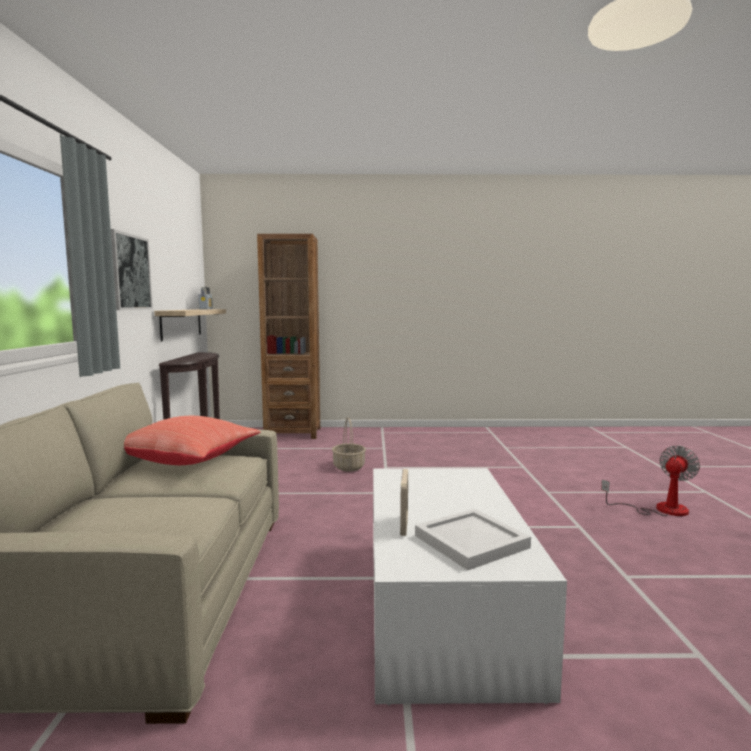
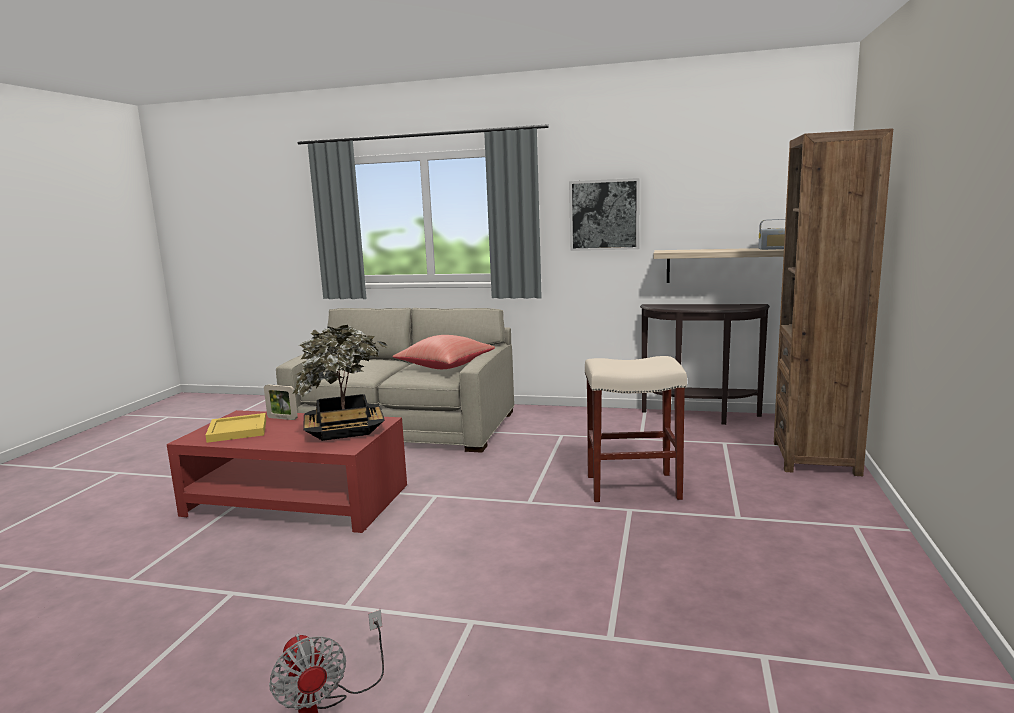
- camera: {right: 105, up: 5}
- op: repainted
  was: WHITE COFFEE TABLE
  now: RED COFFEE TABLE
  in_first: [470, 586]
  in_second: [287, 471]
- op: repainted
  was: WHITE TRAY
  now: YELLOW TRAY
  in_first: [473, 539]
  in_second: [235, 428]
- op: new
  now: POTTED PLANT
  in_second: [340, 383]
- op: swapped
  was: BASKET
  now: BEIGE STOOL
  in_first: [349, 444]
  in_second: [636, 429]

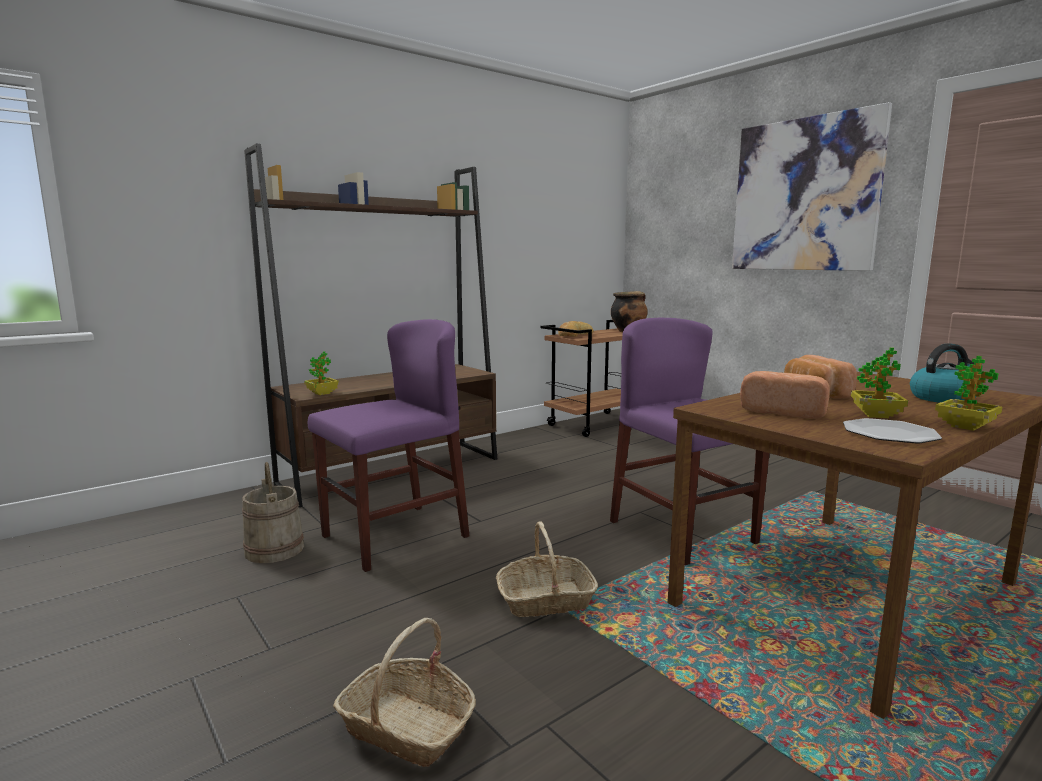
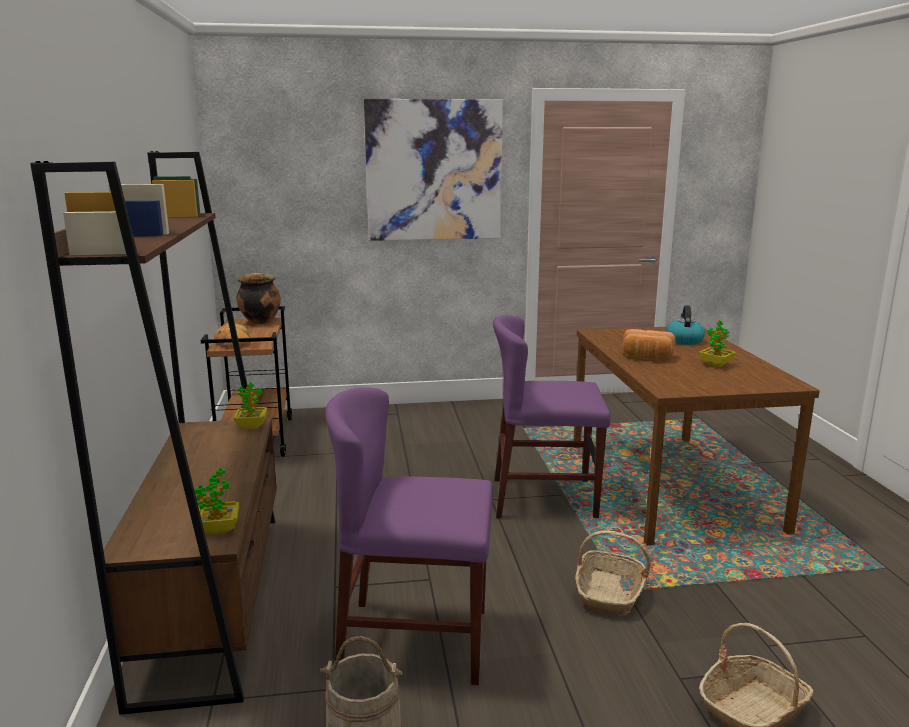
- camera: {right: -60, up: 5}
- op: shifted
  was: POTTED PLANT
  in_first: [968, 393]
  in_second: [250, 405]
- op: rotated
  was: PURPLE CHAIR
  in_first: [389, 445]
  in_second: [409, 536]
  clockwise: -75
- op: gone
  was: BREAD
  in_first: [785, 395]
- op: gone
  was: PLATE
  in_first: [892, 430]

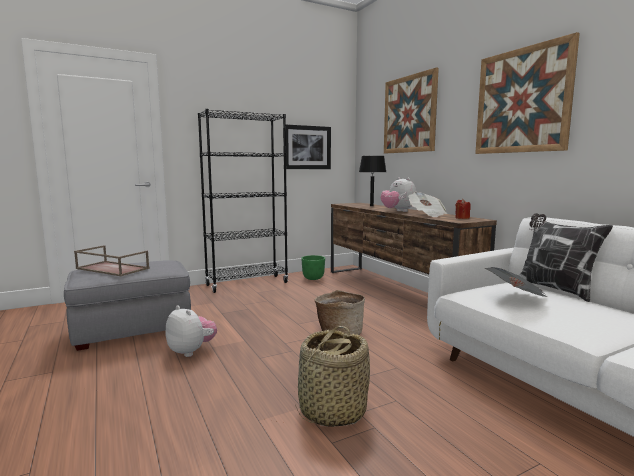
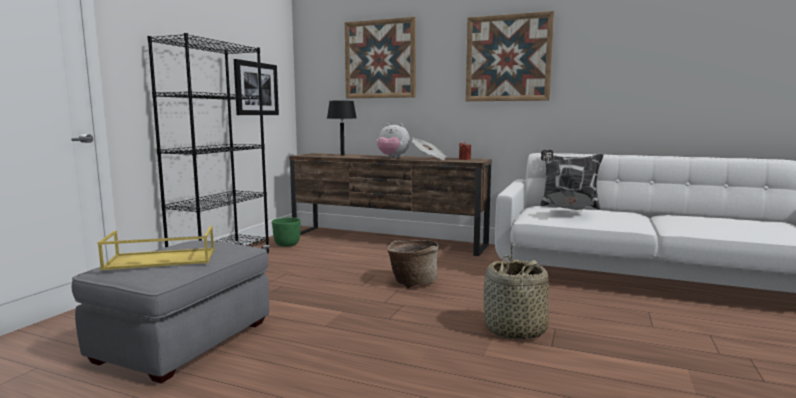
- camera: {right: -40, up: 0}
- op: repainted
  was: BROWN TRAY
  now: YELLOW TRAY
  in_first: [112, 260]
  in_second: [155, 248]
- op: gone
  was: PLUSH TOY
  in_first: [191, 331]

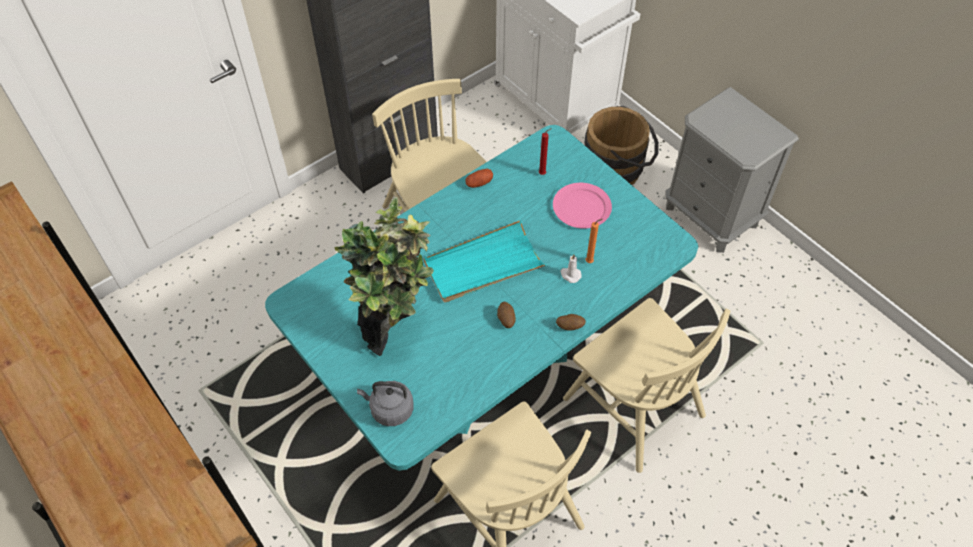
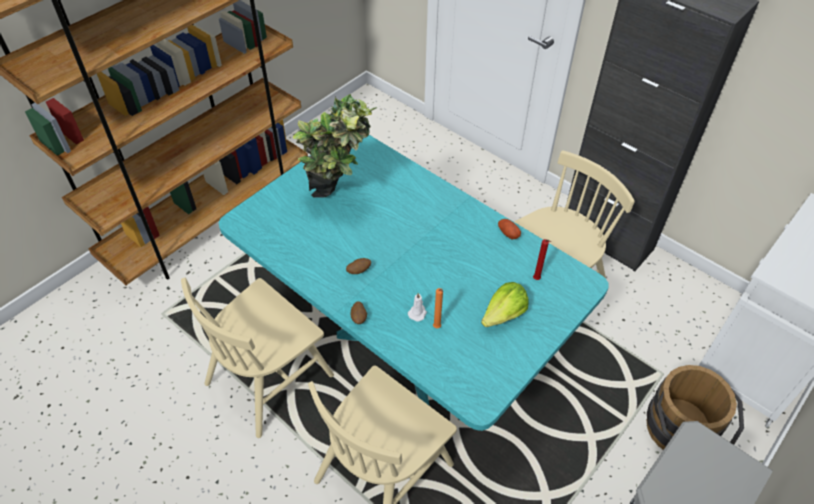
- camera: {right: 80, up: -5}
- op: swapped
  was: PINK PLATE
  now: LETTUCE
  in_first: [582, 206]
  in_second: [505, 304]
- op: gone
  was: GREY KETTLE
  in_first: [385, 403]
- op: gone
  was: TURQUOISE TRAY
  in_first: [485, 261]

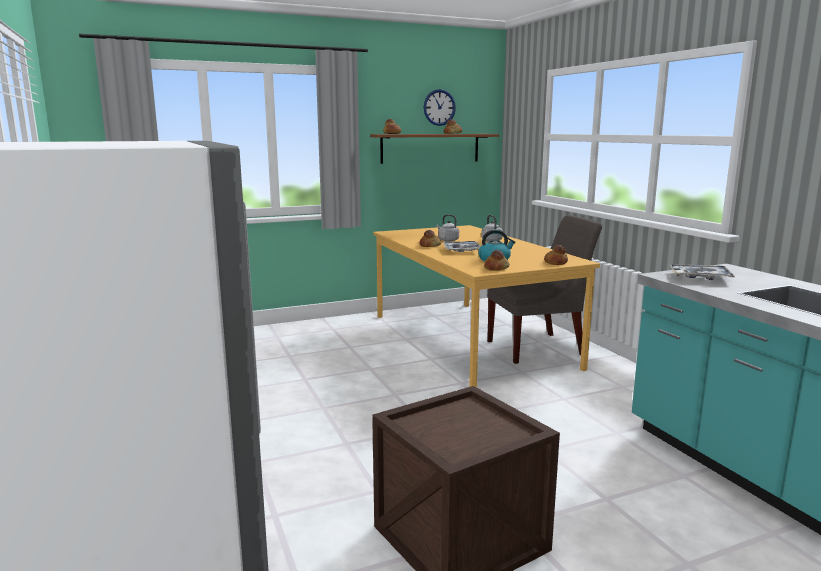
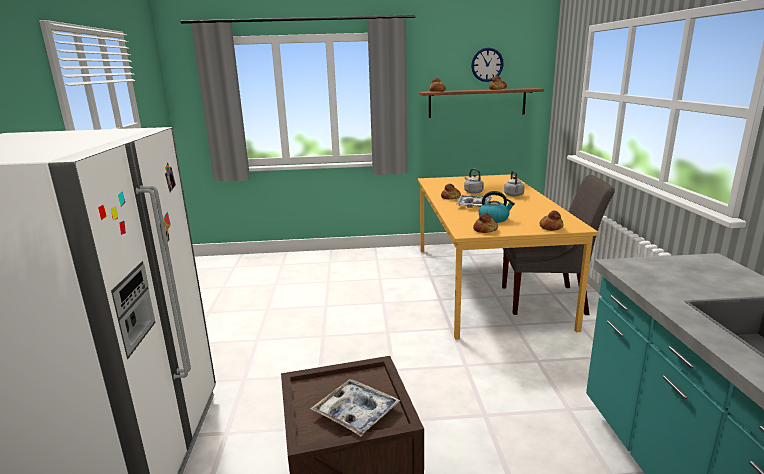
- camera: {right: 20, up: 5}
- op: shifted
  was: TRAY
  in_first: [702, 272]
  in_second: [355, 408]

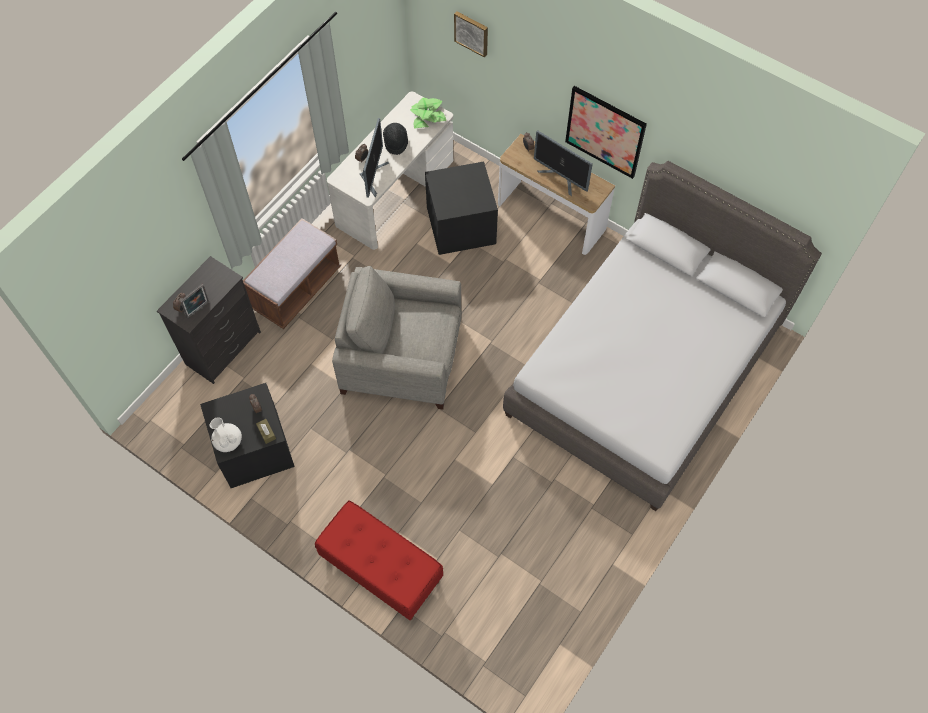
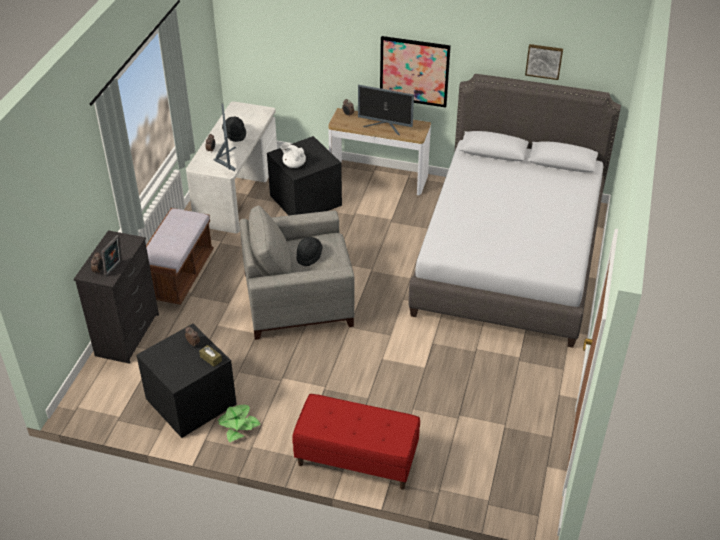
- camera: {right: -20, up: -20}
- op: shifted
  was: POTTED PLANT
  in_first: [428, 113]
  in_second: [239, 424]
- op: shifted
  was: WHITE TEAPOT
  in_first: [226, 434]
  in_second: [293, 155]
- op: new
  now: BLACK HAT
  in_second: [309, 251]
- op: shifted
  was: PICTURE
  in_first: [471, 34]
  in_second: [544, 62]

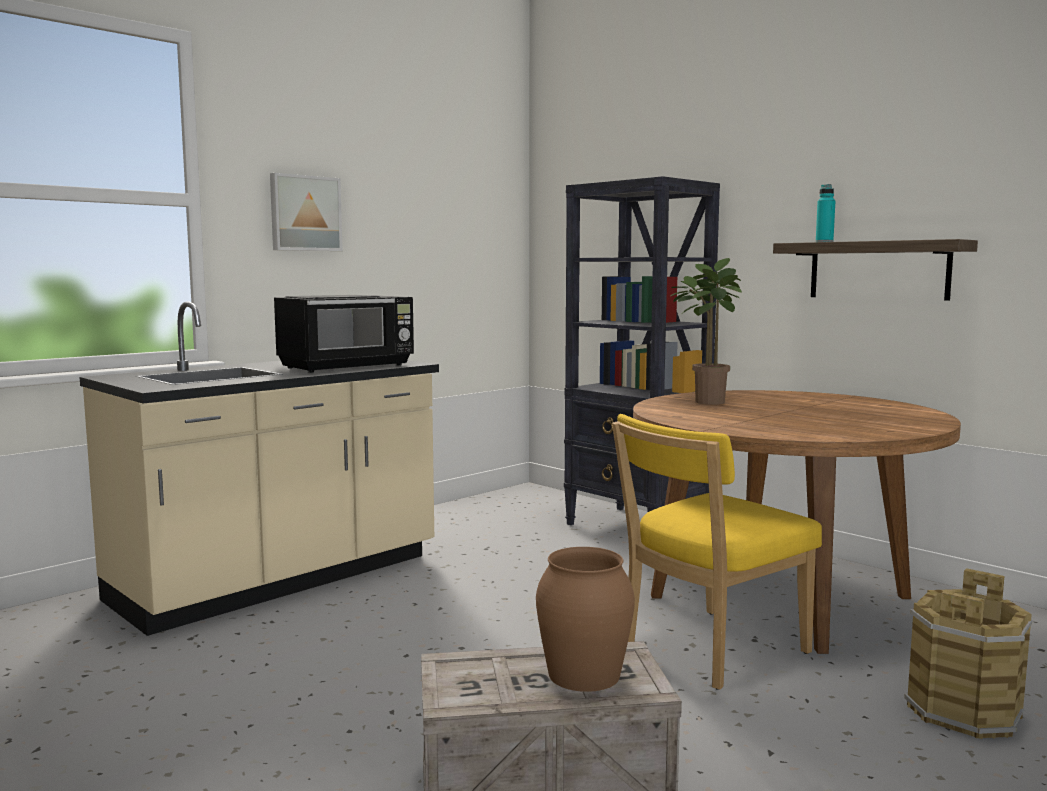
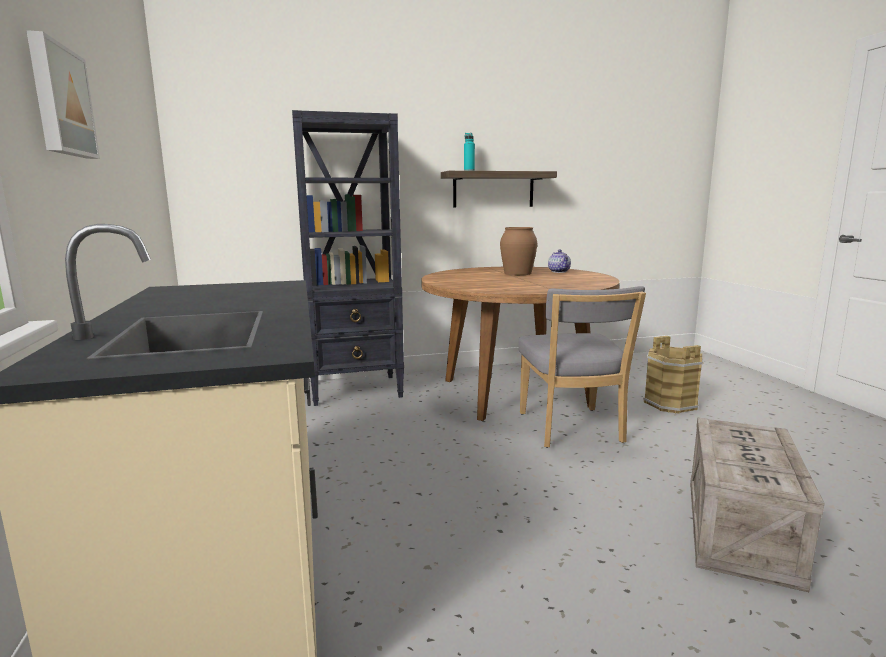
- camera: {right: -60, up: 5}
- op: shifted
  was: BROWN VASE
  in_first: [585, 619]
  in_second: [518, 251]
- op: repainted
  was: YELLOW CHAIR
  now: GREY CHAIR
  in_first: [717, 552]
  in_second: [582, 367]
- op: new
  now: TEAPOT
  in_second: [559, 261]
- op: gone
  was: BLACK MICROWAVE
  in_first: [344, 334]
- op: gone
  was: POTTED PLANT
  in_first: [706, 331]

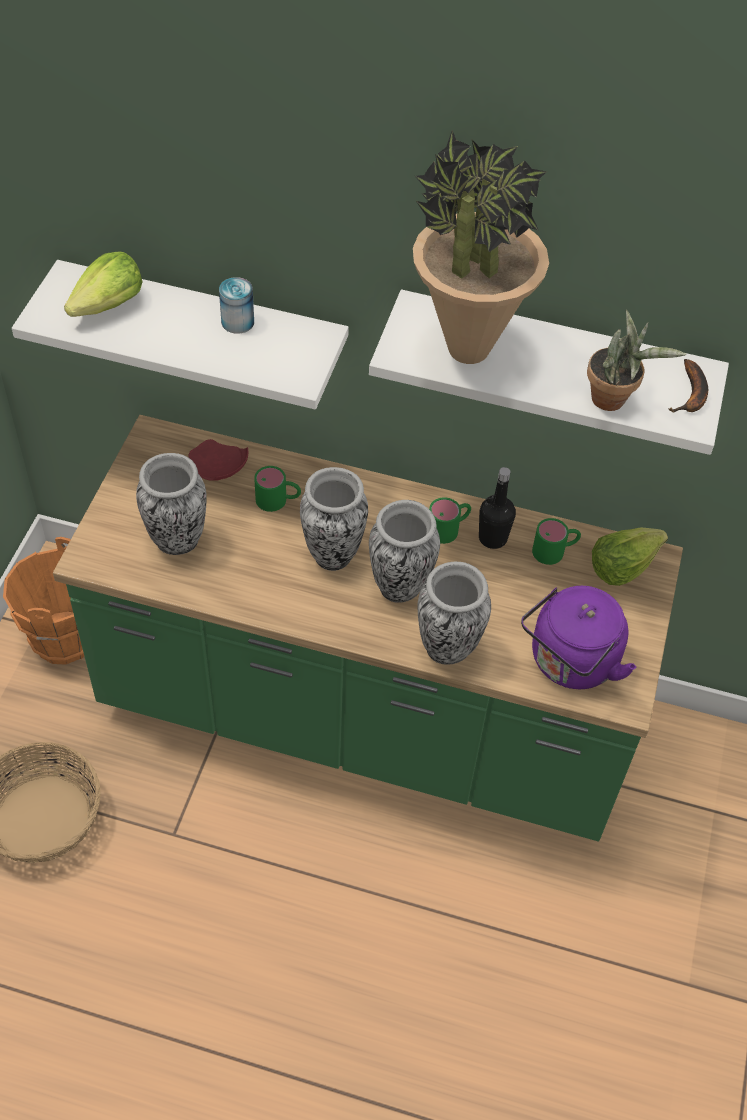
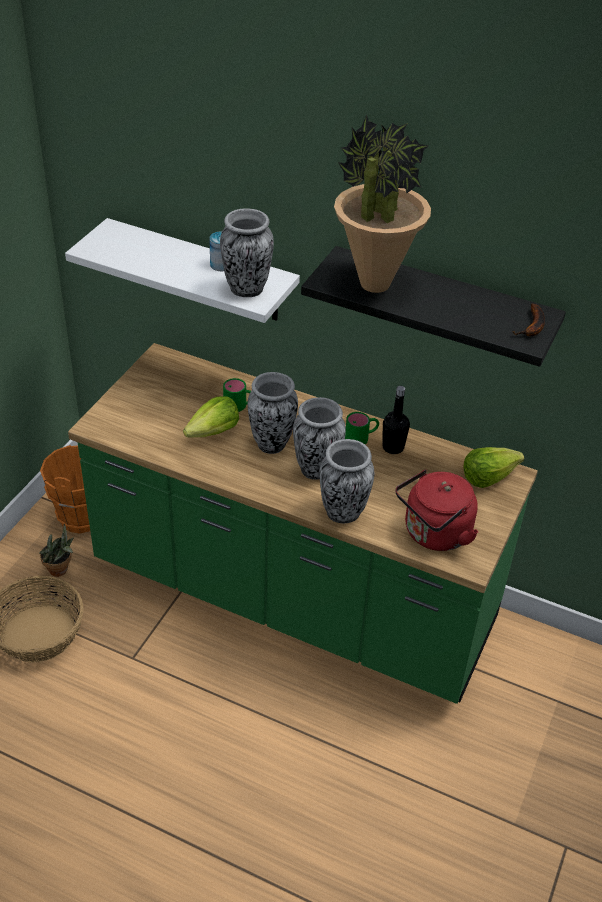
- camera: {right: 10, up: -10}
- op: shifted
  was: POTTED PLANT
  in_first: [636, 360]
  in_second: [57, 550]
- op: shifted
  was: LETTUCE
  in_first: [103, 284]
  in_second: [211, 416]
- op: shifted
  was: VASE
  in_first: [171, 504]
  in_second: [247, 253]
- op: repainted
  was: WHITE SHELF
  now: BLACK SHELF
  in_first: [549, 372]
  in_second: [433, 306]
- op: repainted
  was: PURPLE KETTLE
  now: RED KETTLE
  in_first: [578, 637]
  in_second: [436, 510]
- op: gone
  was: RED PLATE
  in_first: [218, 460]
- op: gone
  was: GREEN MUG
  in_first: [556, 541]

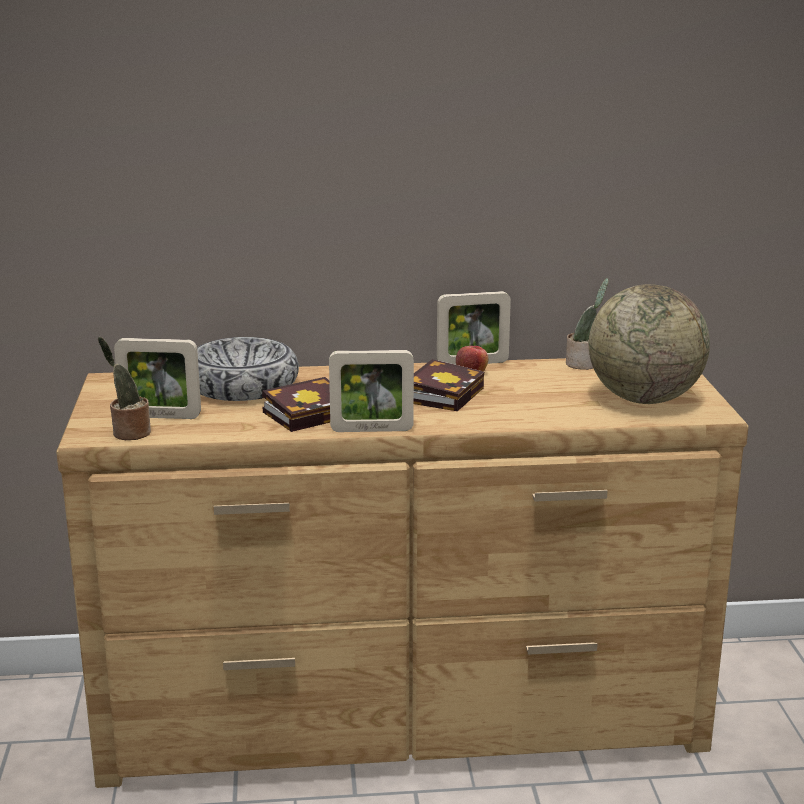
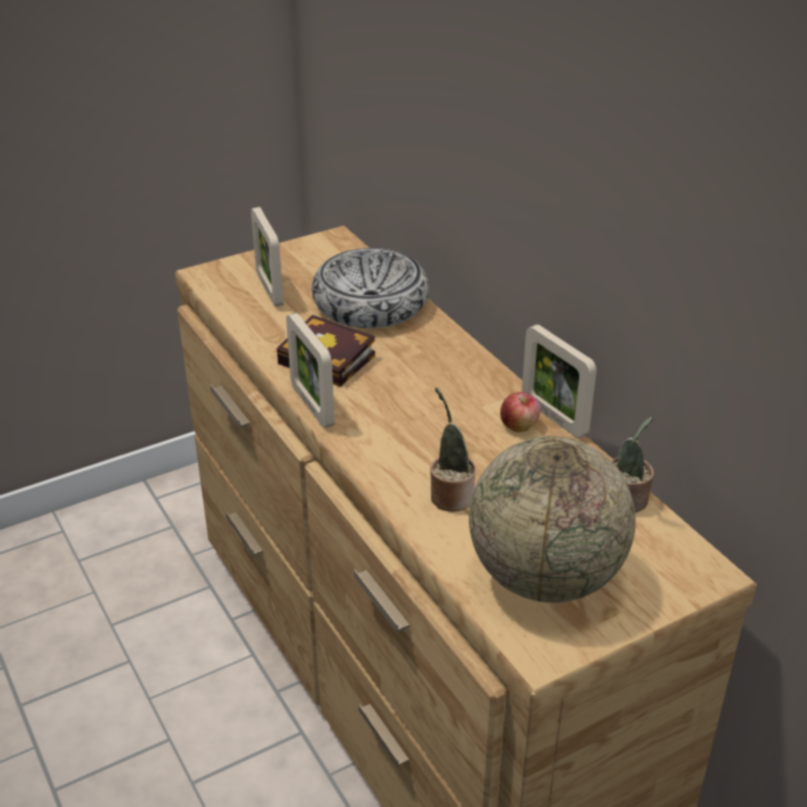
- camera: {right: 65, up: 15}
- op: shifted
  was: POTTED PLANT
  in_first: [124, 388]
  in_second: [452, 449]
- op: gone
  was: BOOK
  in_first: [449, 385]

